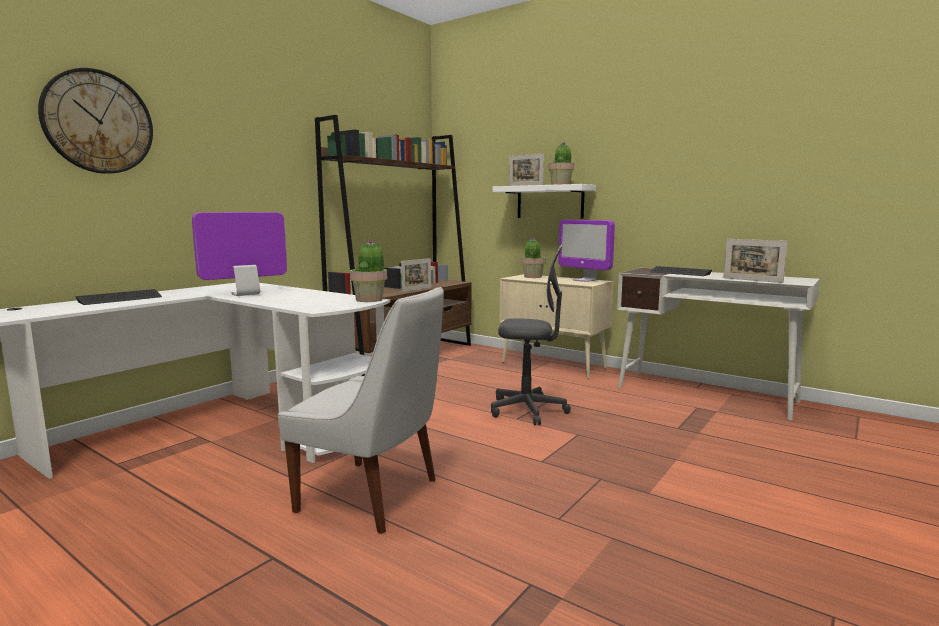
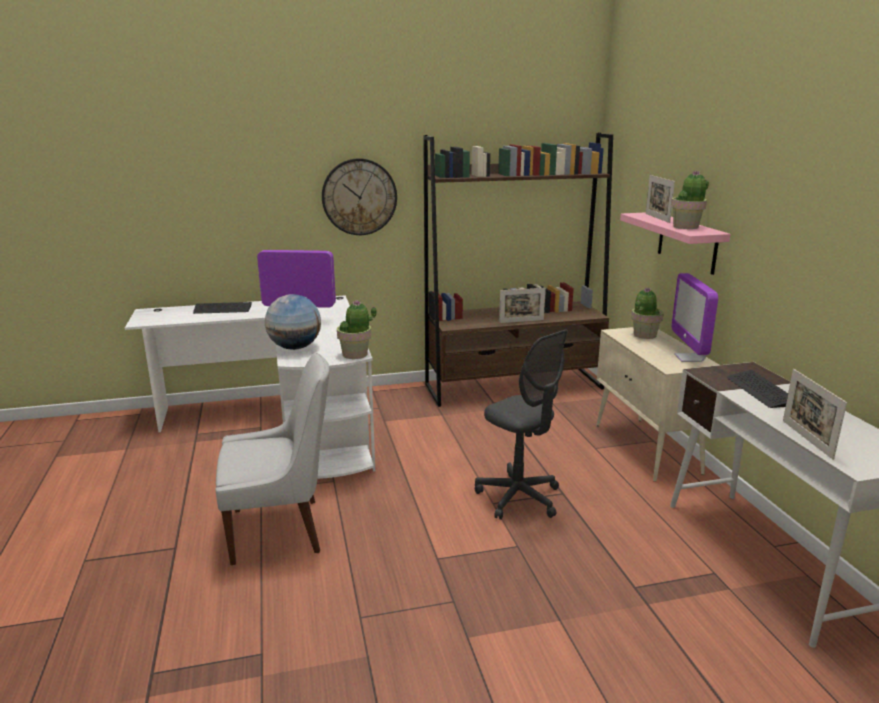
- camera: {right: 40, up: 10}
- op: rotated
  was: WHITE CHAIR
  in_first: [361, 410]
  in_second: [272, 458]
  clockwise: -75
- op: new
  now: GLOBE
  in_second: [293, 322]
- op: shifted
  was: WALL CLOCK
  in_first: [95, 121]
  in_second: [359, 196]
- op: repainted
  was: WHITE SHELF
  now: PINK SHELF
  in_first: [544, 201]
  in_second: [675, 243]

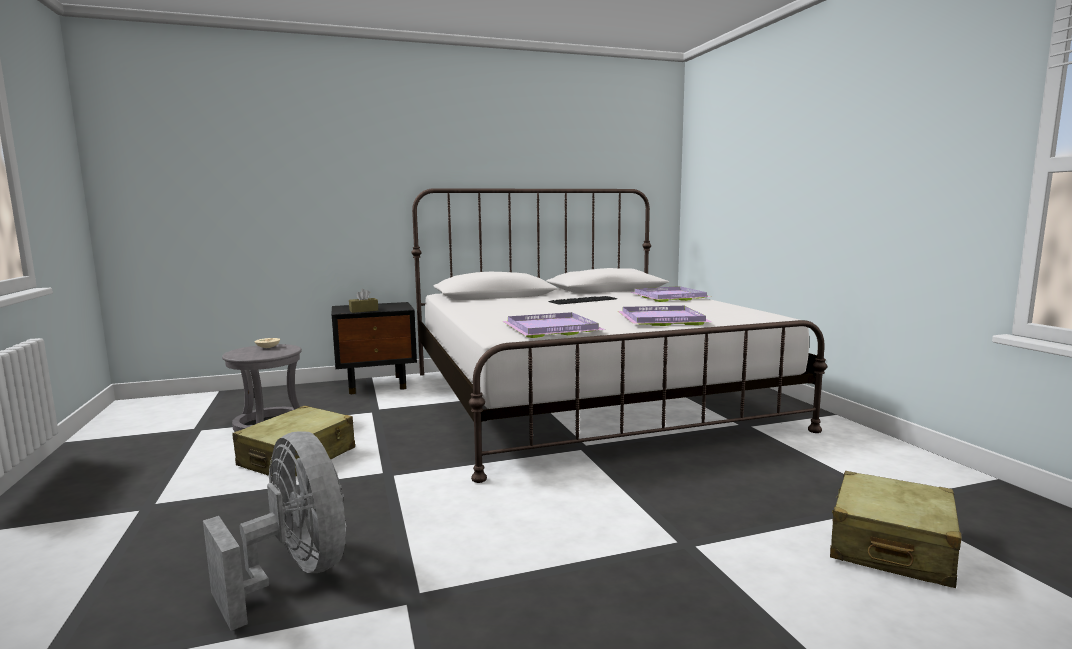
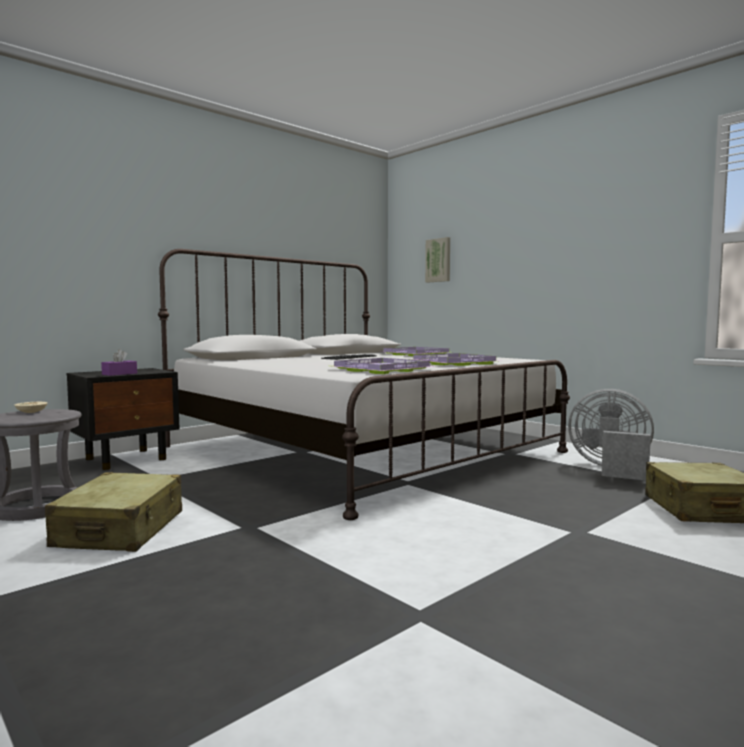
- camera: {right: -25, up: -5}
- op: repainted
  was: BROWN TISSUE BOX
  now: PURPLE TISSUE BOX
  in_first: [363, 301]
  in_second: [119, 362]
- op: new
  now: PICTURE
  in_second: [437, 259]
- op: shifted
  was: GREY FAN
  in_first: [274, 531]
  in_second: [611, 435]

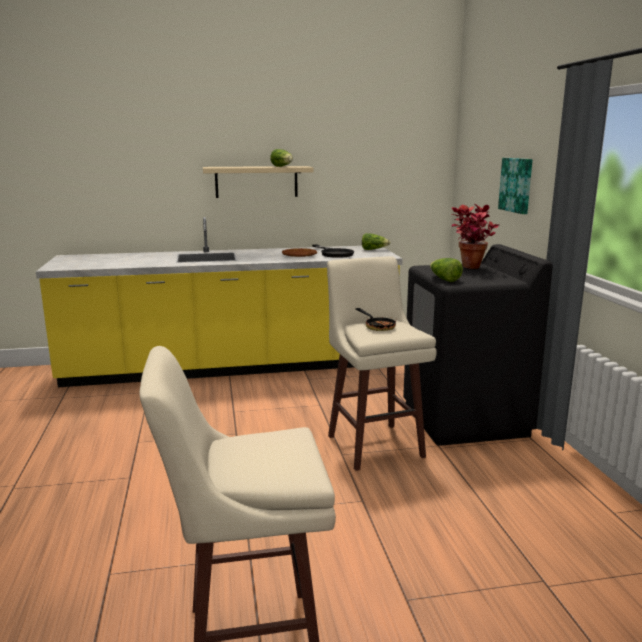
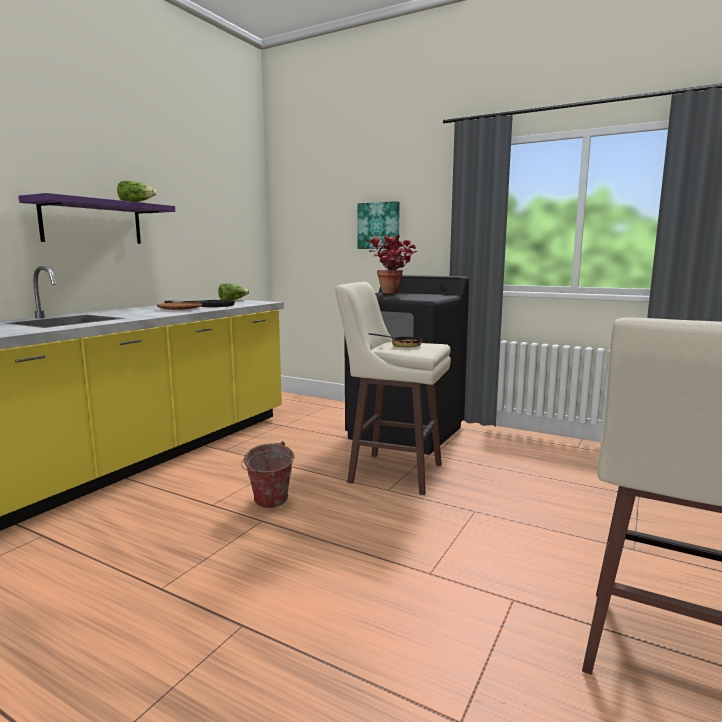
- camera: {right: -50, up: -5}
- op: repainted
  was: BEIGE SHELF
  now: PURPLE SHELF
  in_first: [258, 182]
  in_second: [97, 218]
- op: new
  now: BUCKET
  in_second: [267, 474]
- op: gone
  was: LETTUCE
  in_first: [446, 270]

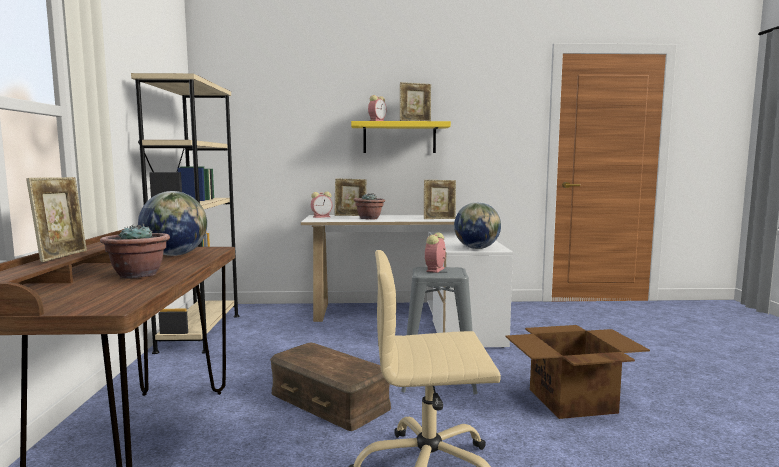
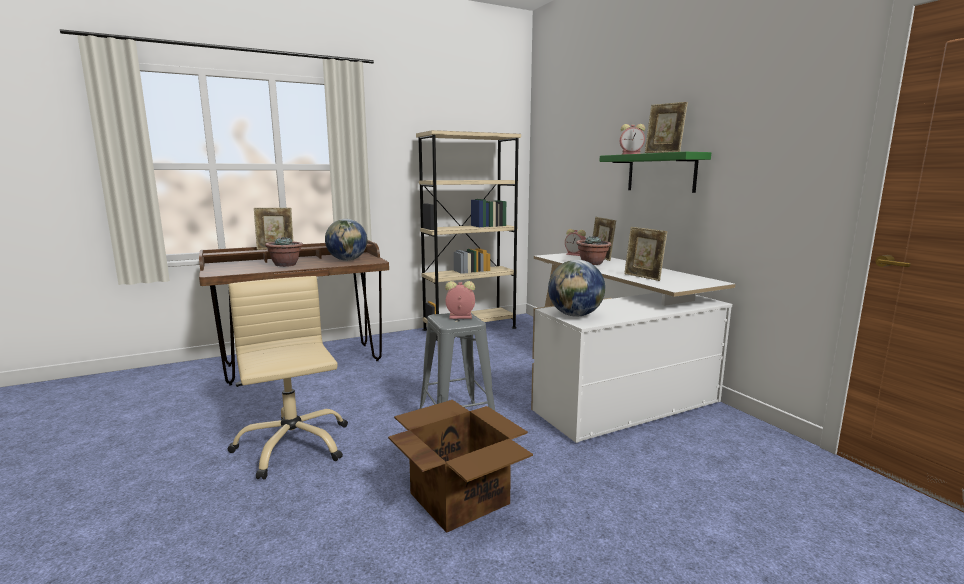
- camera: {right: 65, up: 5}
- op: repainted
  was: YELLOW SHELF
  now: GREEN SHELF
  in_first: [401, 137]
  in_second: [655, 172]
- op: gone
  was: BROWN STORAGE BOX
  in_first: [330, 386]

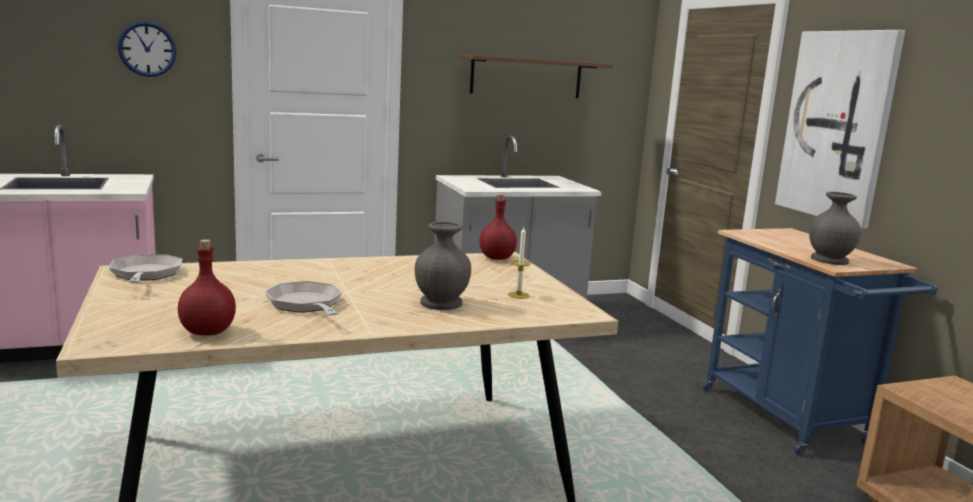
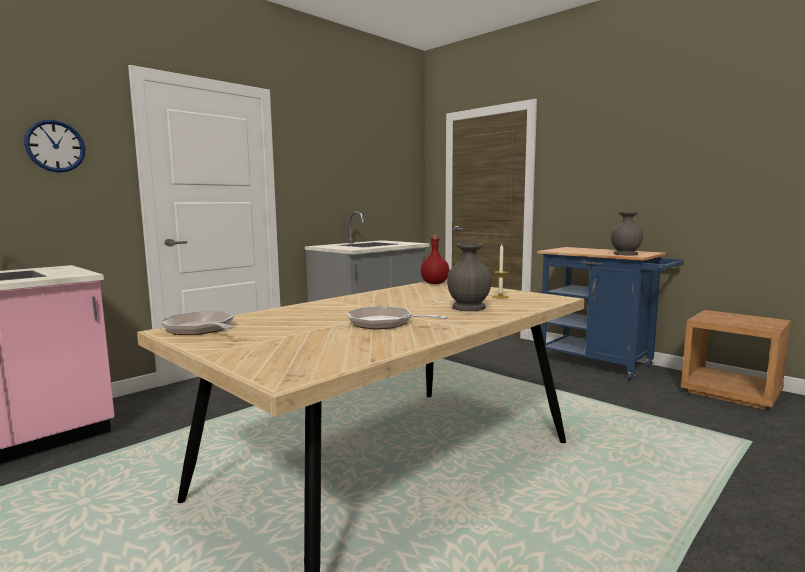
- camera: {right: -25, up: -5}
- op: gone
  was: RED BOTTLE
  in_first: [207, 287]
- op: gone
  was: BROWN SHELF
  in_first: [536, 76]
- op: gone
  was: PICTURE
  in_first: [840, 129]

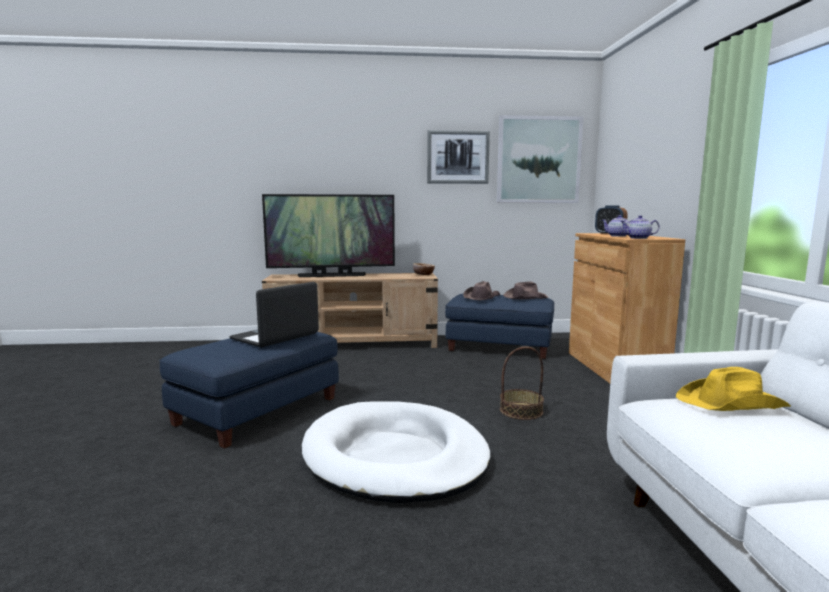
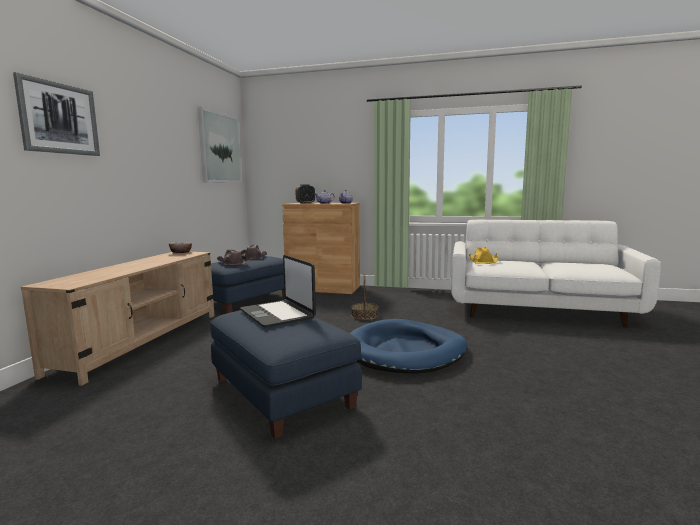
- camera: {right: -70, up: 0}
- op: shifted
  was: PICTURE
  in_first: [458, 157]
  in_second: [56, 114]
- op: repainted
  was: WHITE DOG BED
  now: BLUE DOG BED
  in_first: [396, 452]
  in_second: [408, 346]
- op: gone
  was: TELEVISION
  in_first: [328, 235]

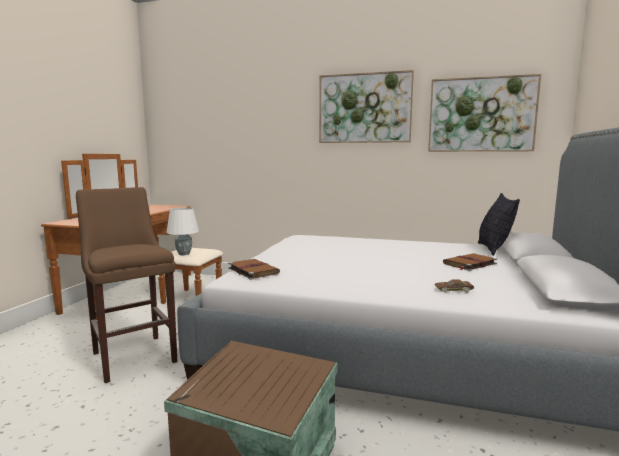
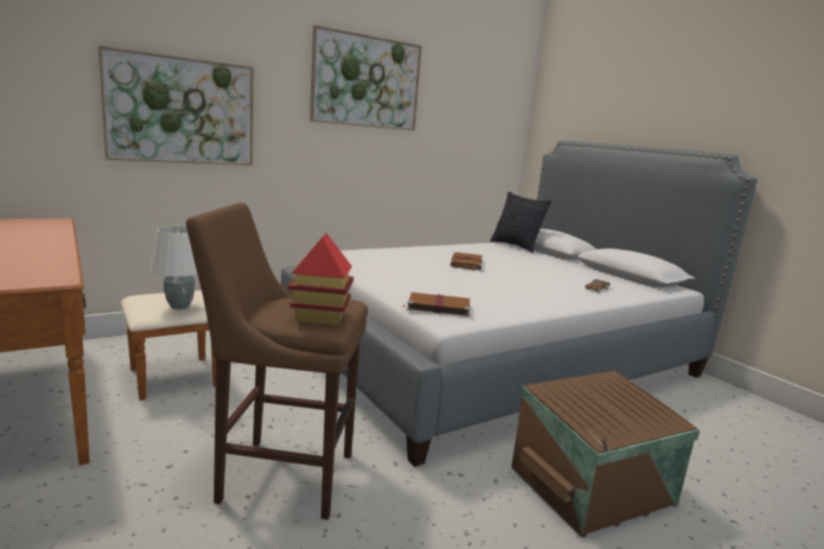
- camera: {right: -50, up: 5}
- op: shifted
  was: PICTURE
  in_first: [484, 113]
  in_second: [175, 106]
- op: new
  now: TOY HOUSE
  in_second: [321, 279]
- op: shifted
  was: BROWN BOOK
  in_first: [470, 262]
  in_second: [466, 261]

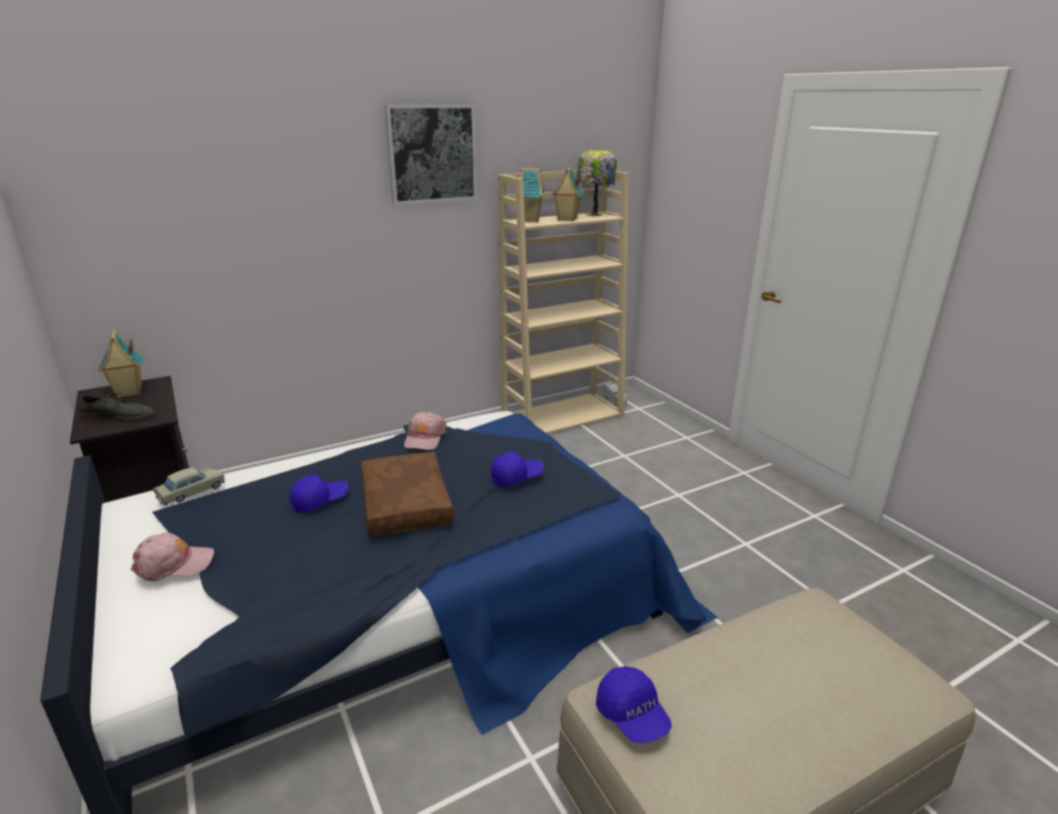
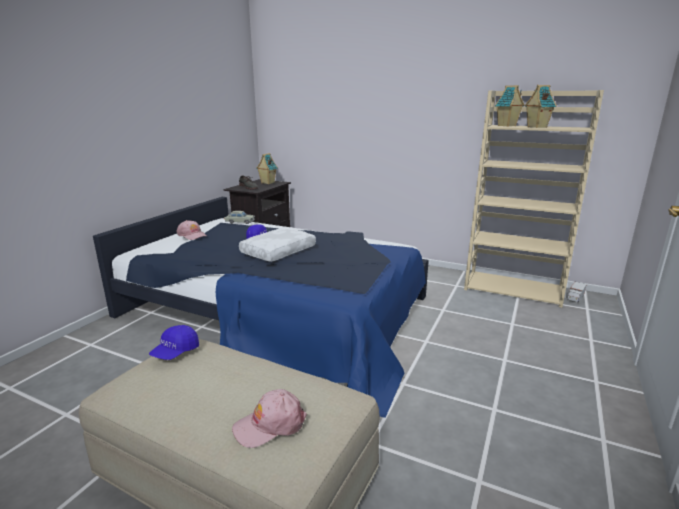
- camera: {right: 55, up: -5}
- op: shifted
  was: PINK CAP
  in_first: [425, 430]
  in_second: [269, 418]
- op: repainted
  was: BROWN PILLOW
  now: WHITE PILLOW
  in_first: [407, 494]
  in_second: [277, 245]
- op: gone
  was: PICTURE
  in_first: [430, 154]
- op: gone
  was: BLUE CAP
  in_first: [517, 469]
- op: gone
  was: TABLE LAMP
  in_first: [597, 182]

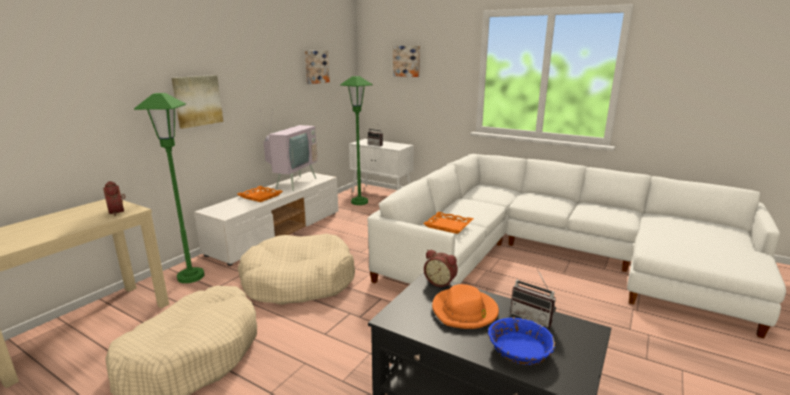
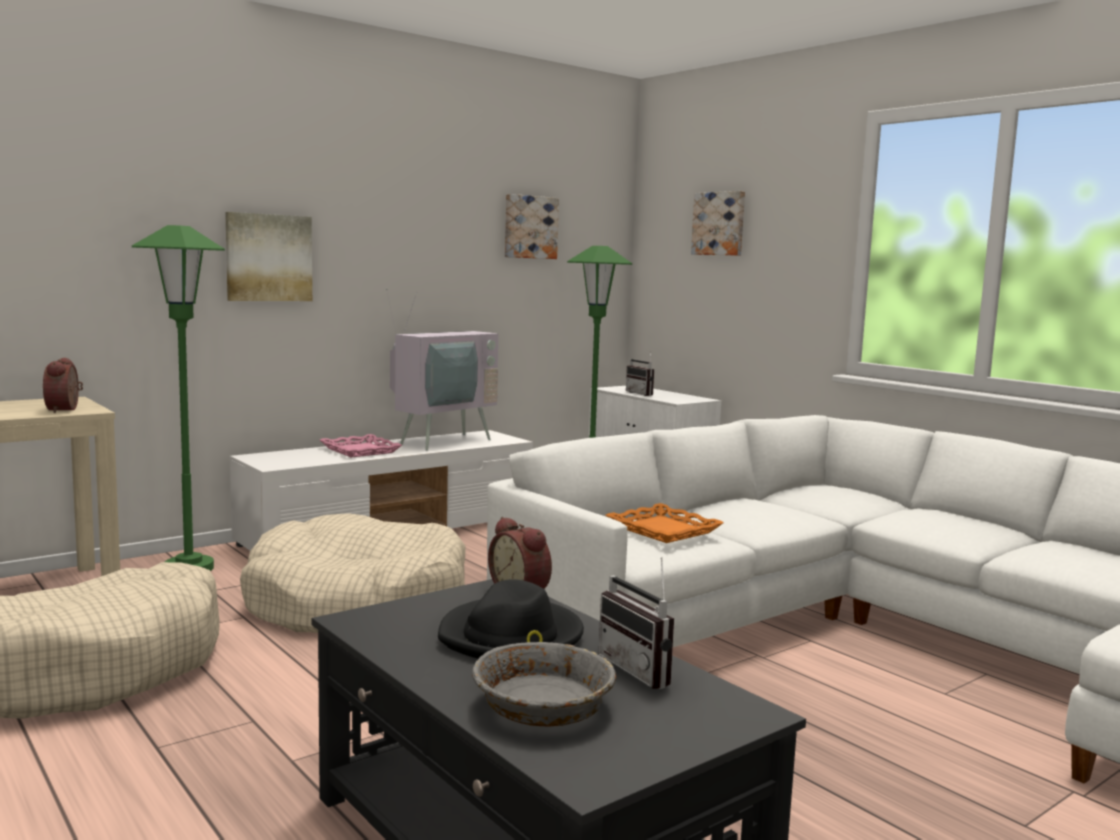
- camera: {right: 20, up: -10}
- op: repainted
  was: ORANGE TRAY
  now: PINK TRAY
  in_first: [260, 194]
  in_second: [361, 445]
- op: repainted
  was: ORANGE HAT
  now: BLACK HAT
  in_first: [465, 306]
  in_second: [511, 619]
- op: repainted
  was: BLUE BOWL
  now: GREY BOWL
  in_first: [521, 341]
  in_second: [544, 684]

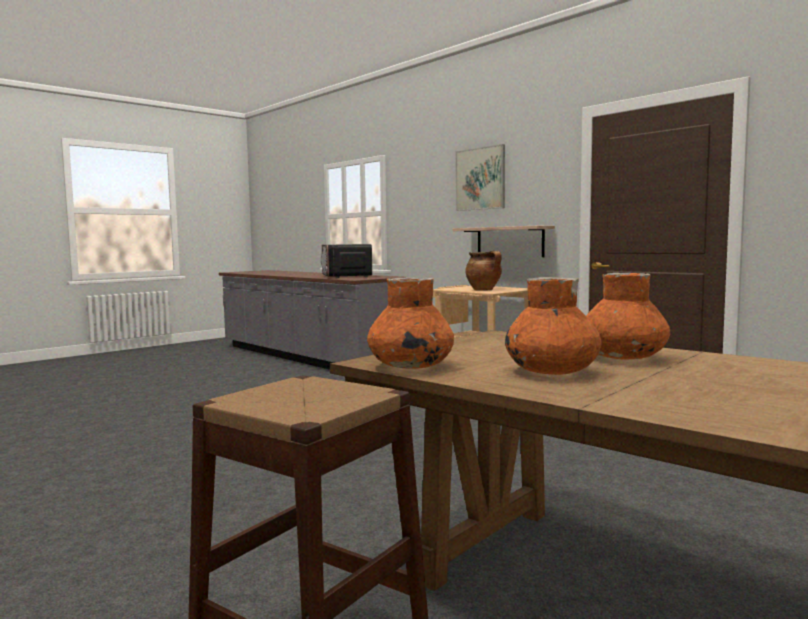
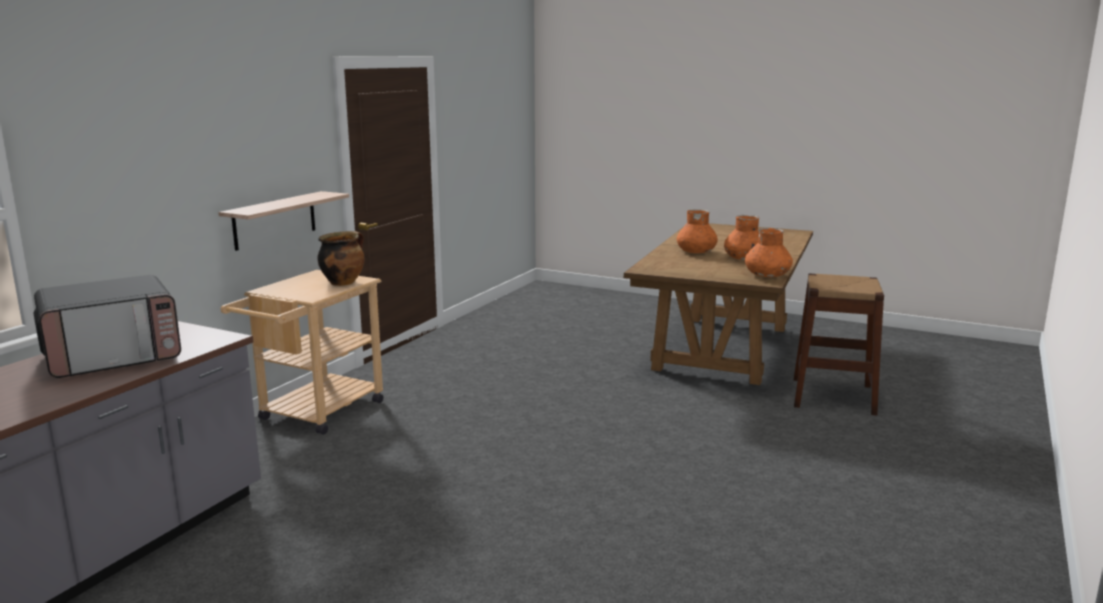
- camera: {right: -110, up: 10}
- op: gone
  was: PICTURE
  in_first: [480, 177]

